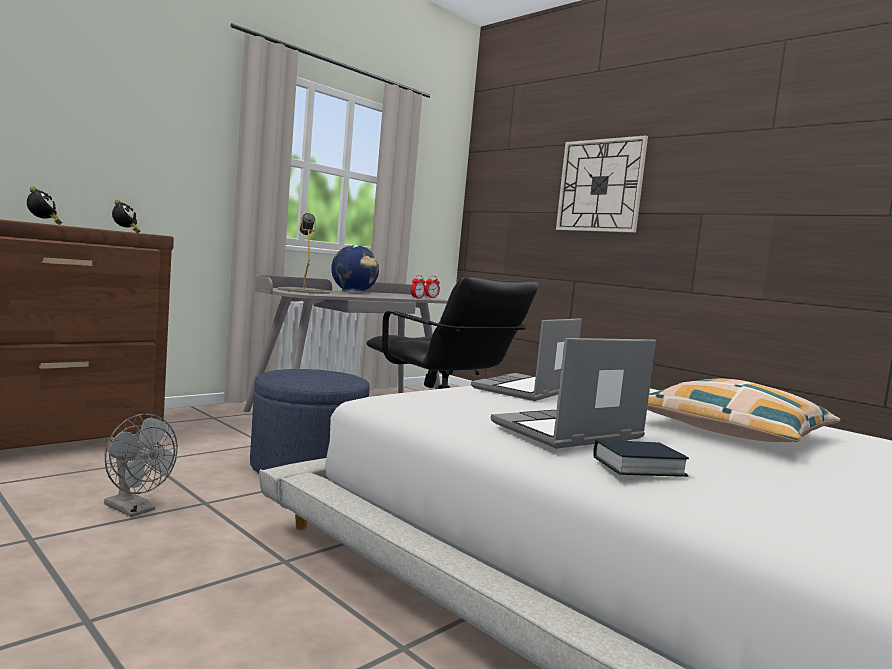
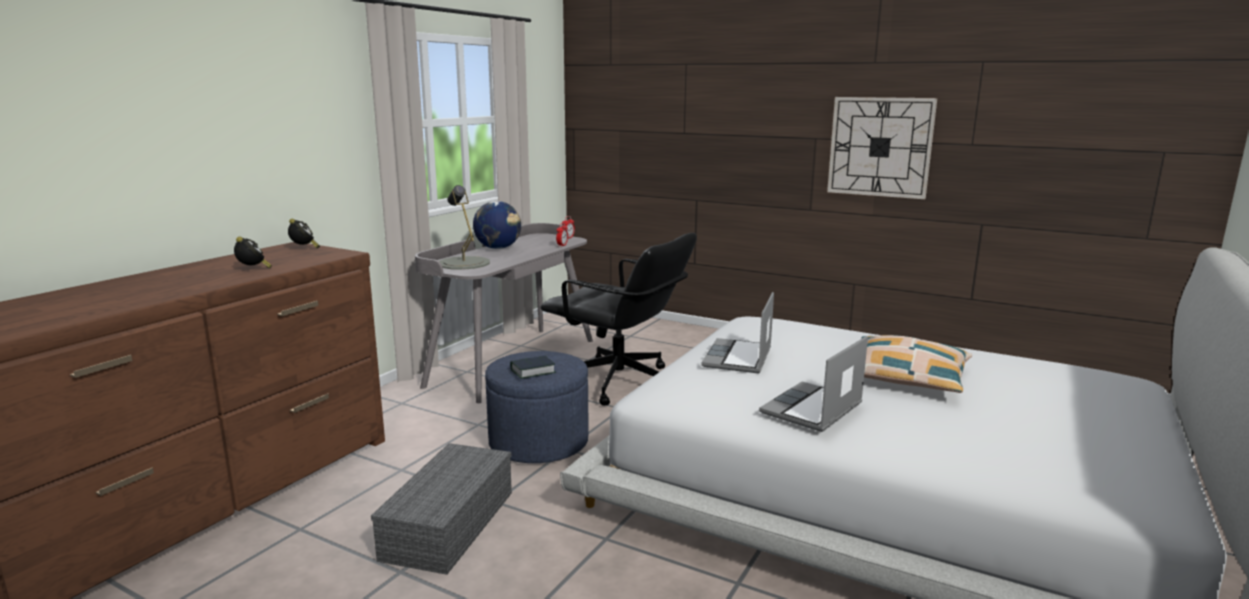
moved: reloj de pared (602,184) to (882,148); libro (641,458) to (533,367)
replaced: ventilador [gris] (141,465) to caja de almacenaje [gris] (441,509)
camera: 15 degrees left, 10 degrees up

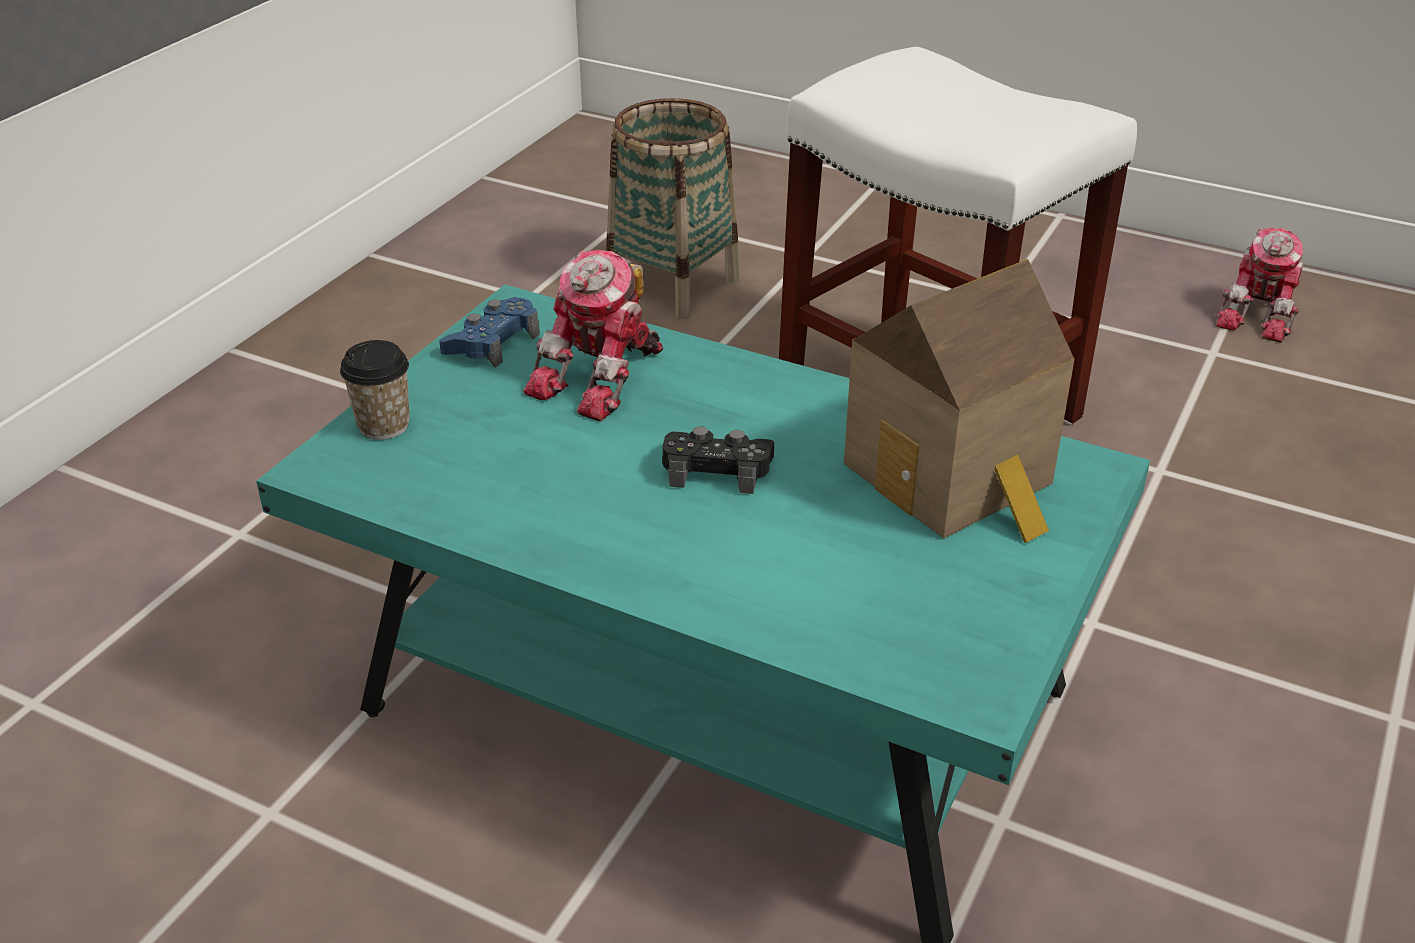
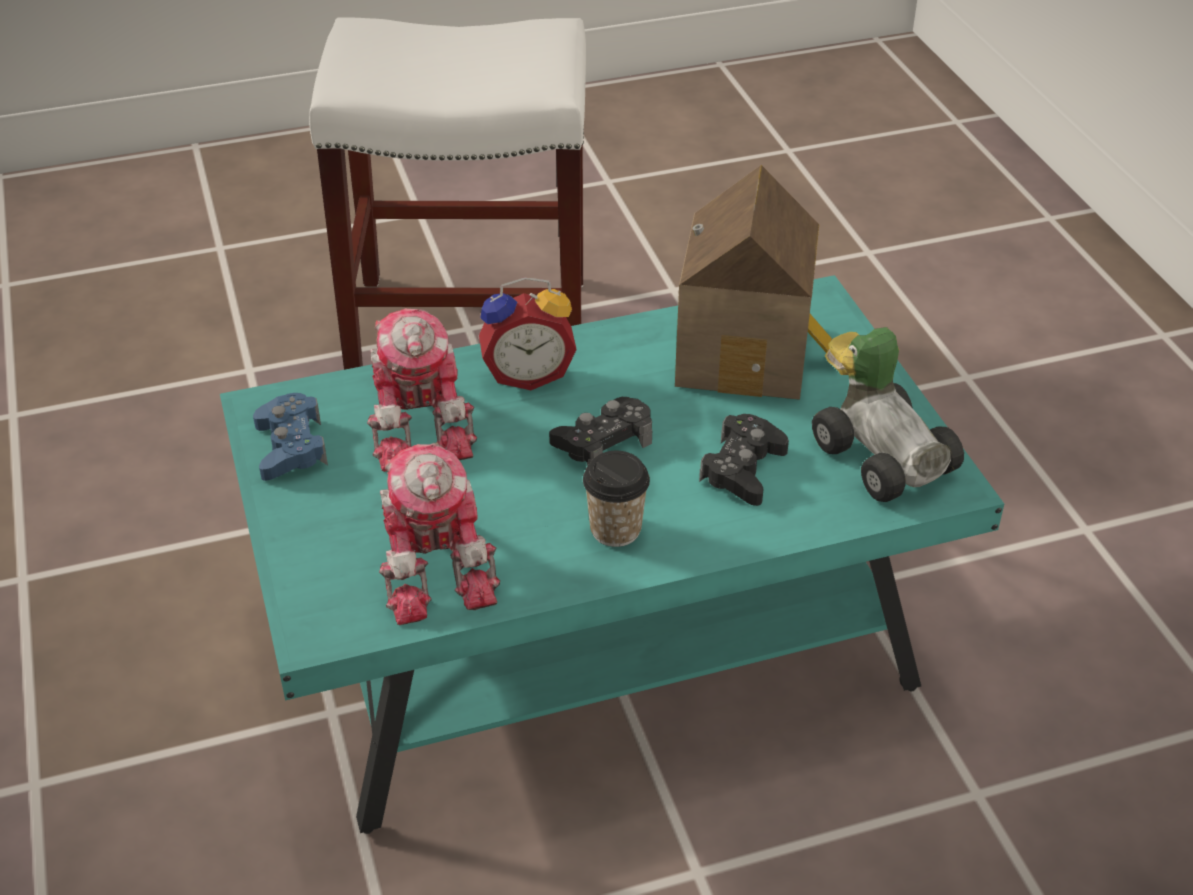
removed: cesta (673,208)
added: despertador (528,333); coche de juguete (888,414); mando de consola [negro] (744,460)
moved: robot de juguete (1259,285) to (439,534); taza (375,390) to (616,499)
camera: 45 degrees left, 5 degrees up

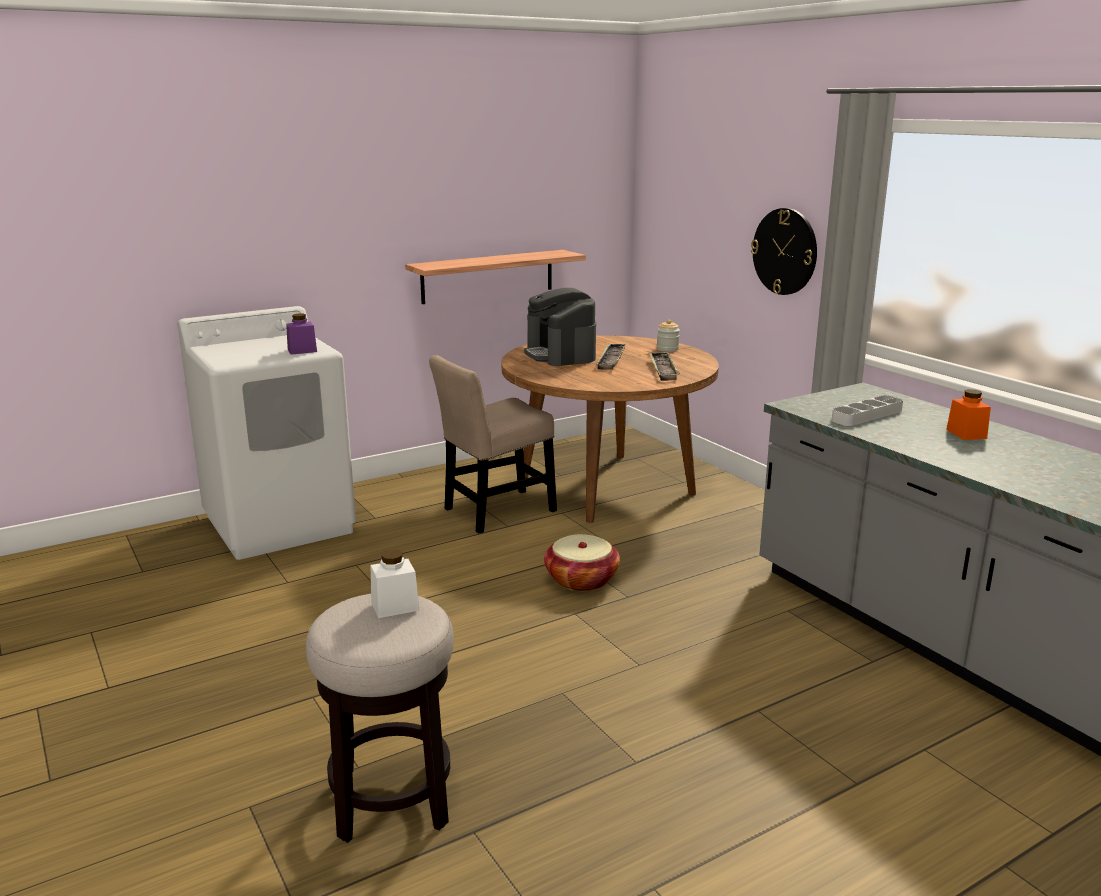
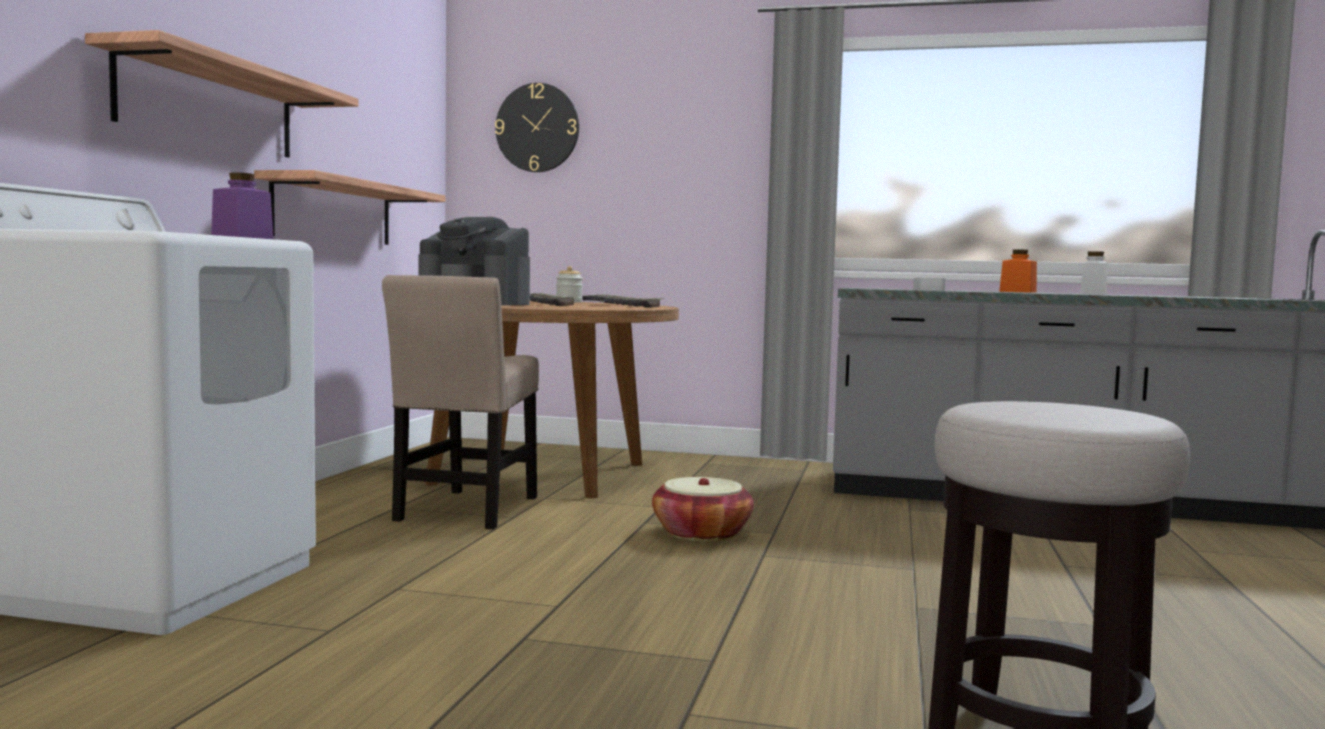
added: estante (221,94)
moved: reloj de pared (784,251) to (537,127); tarro [blanco] (395,584) to (1093,272)
camera: 45 degrees left, 15 degrees down

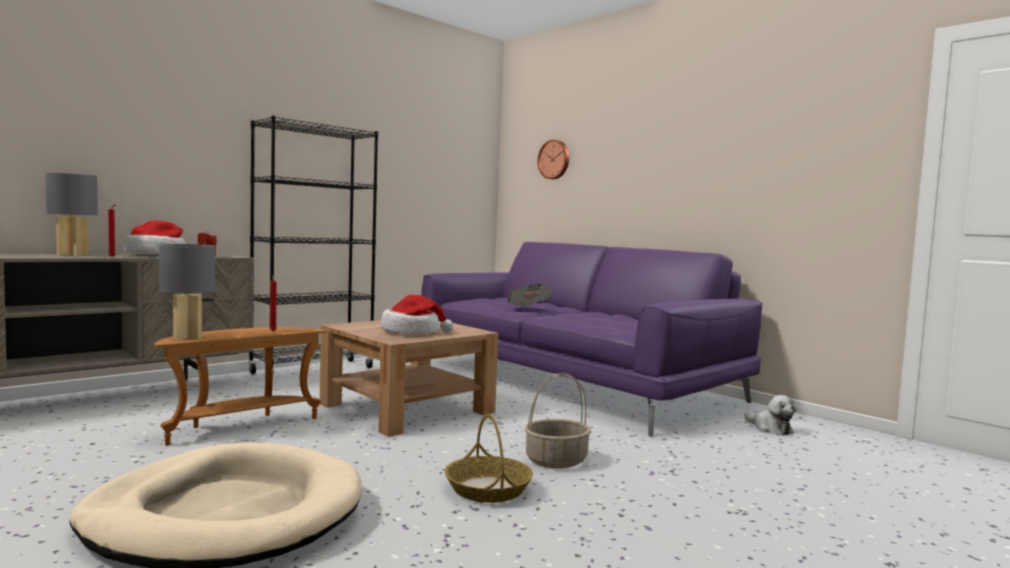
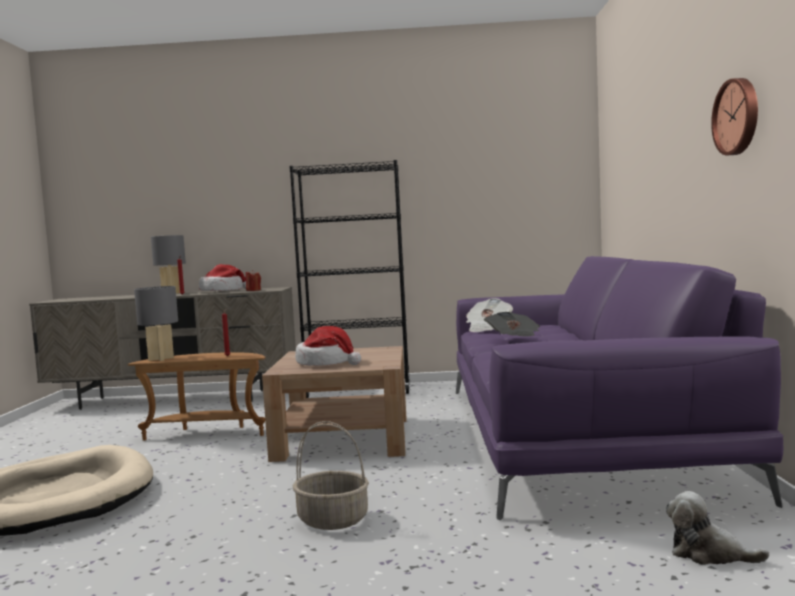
removed: cesta (489,458)
added: periódico (489,315)
moved: reloj de pared (553,159) to (734,116)
turned: peluche (770,415) = (717,528) 105 degrees clockwise
camera: 45 degrees right, 0 degrees up

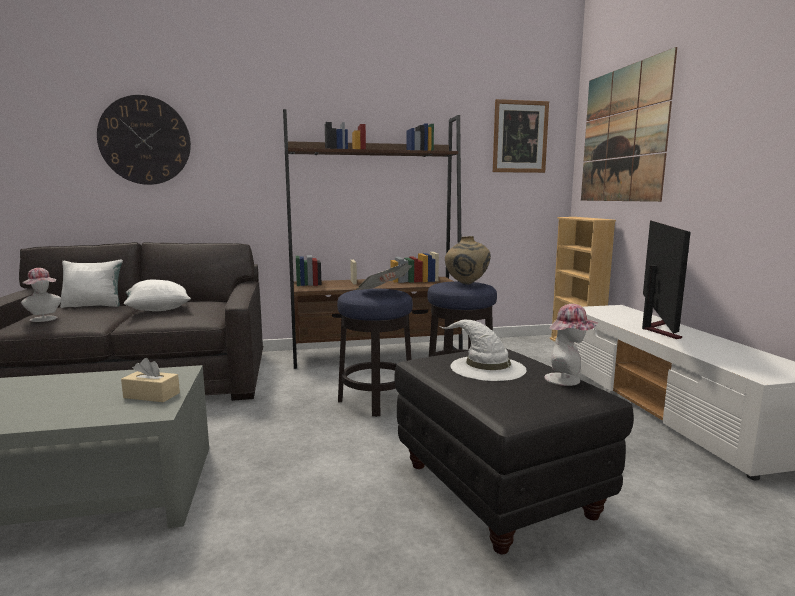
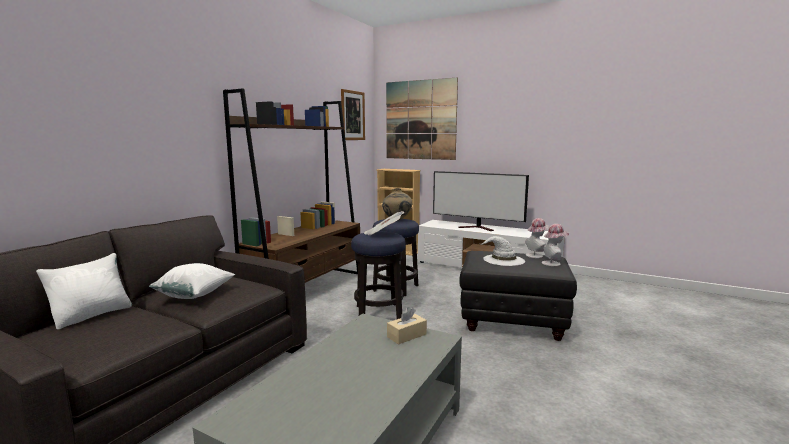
removed: reloj de pared (144,140)
moved: sombrero (41,295) to (555,245)
turned: televisor (666,279) = (481,201) 150 degrees clockwise
camera: 50 degrees left, 0 degrees up

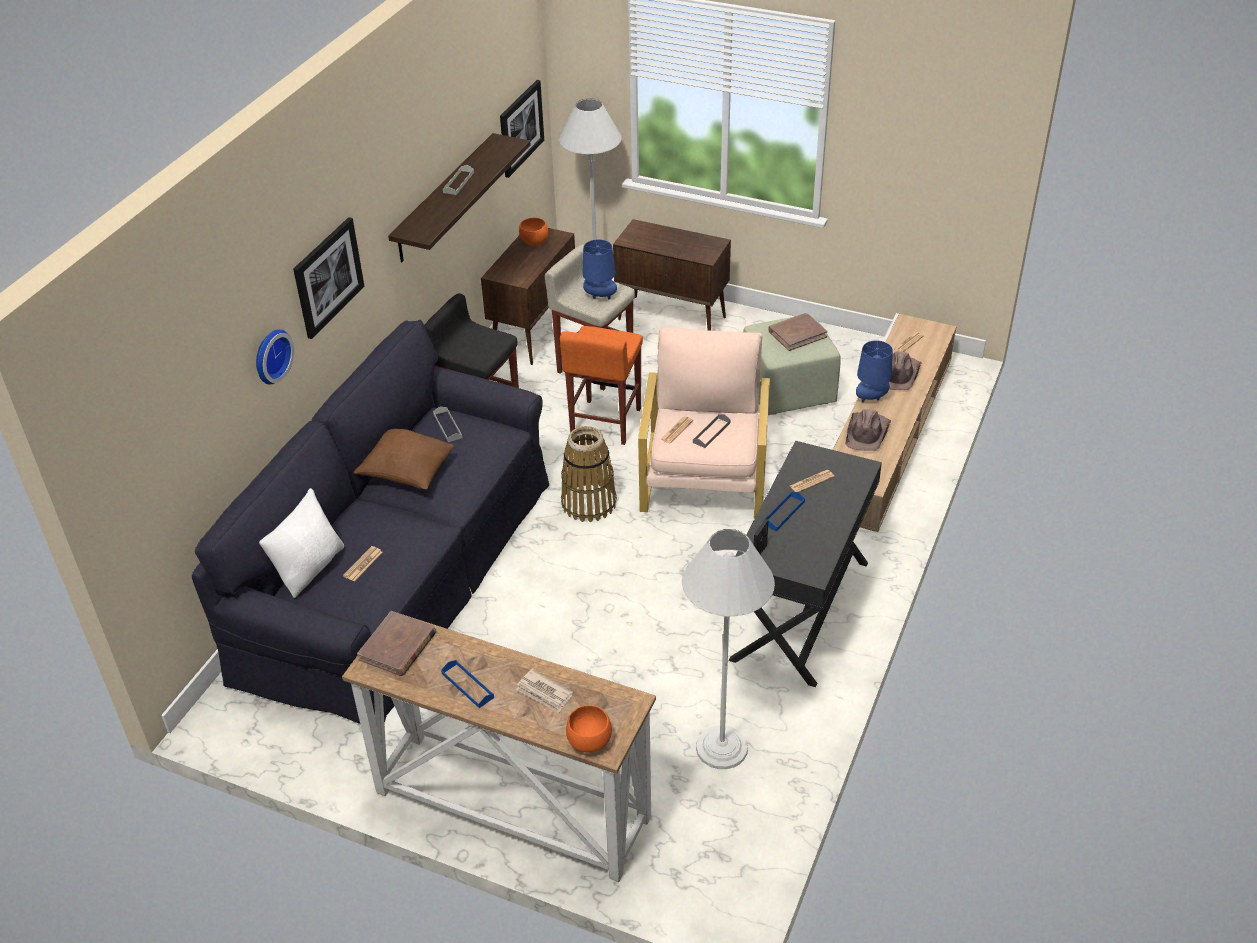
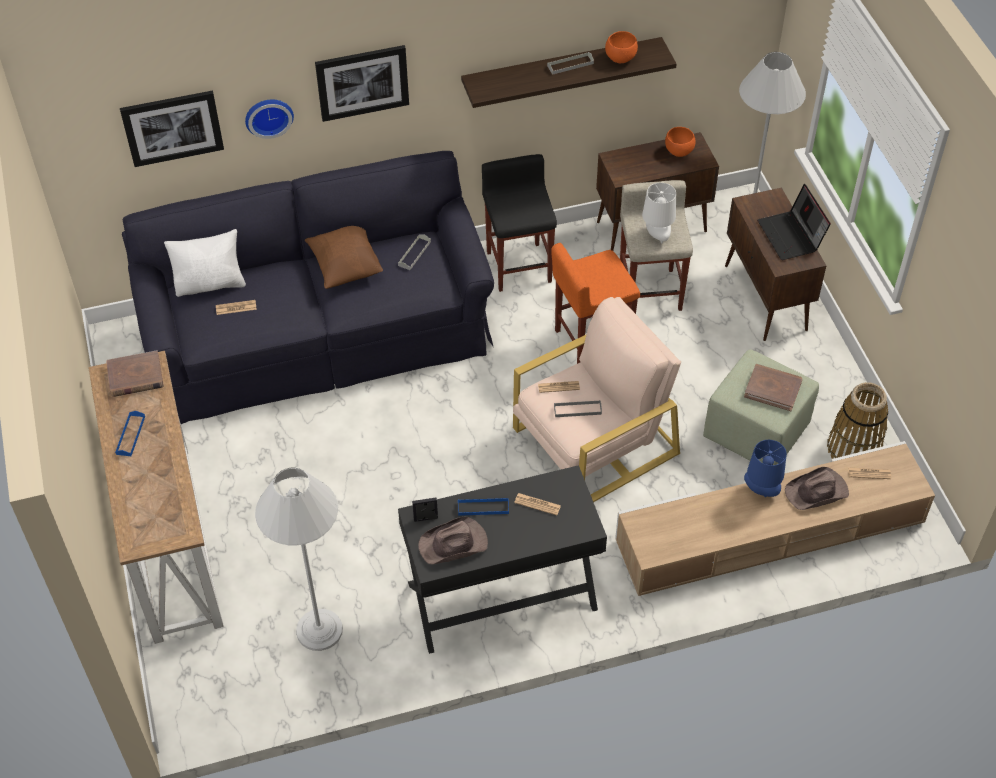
removed: periódico (544,691)
added: portátil (794,222)
moved: cuadro (522,129) to (172,129); sombrero [marrón] (868,430) to (453,541); cesta (589,474) to (857,420); cuenco [naranja] (589,729) to (621,47)
recoloured: lámpara de mesa [azul] (599,269) to lámpara de mesa [blanco] (659,213)
camera: 50 degrees right, 10 degrees up

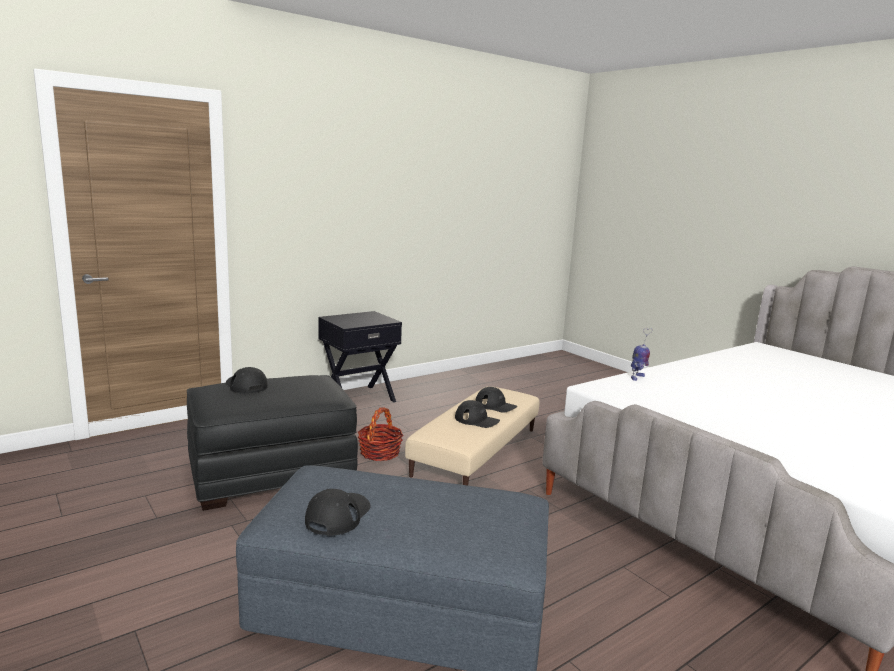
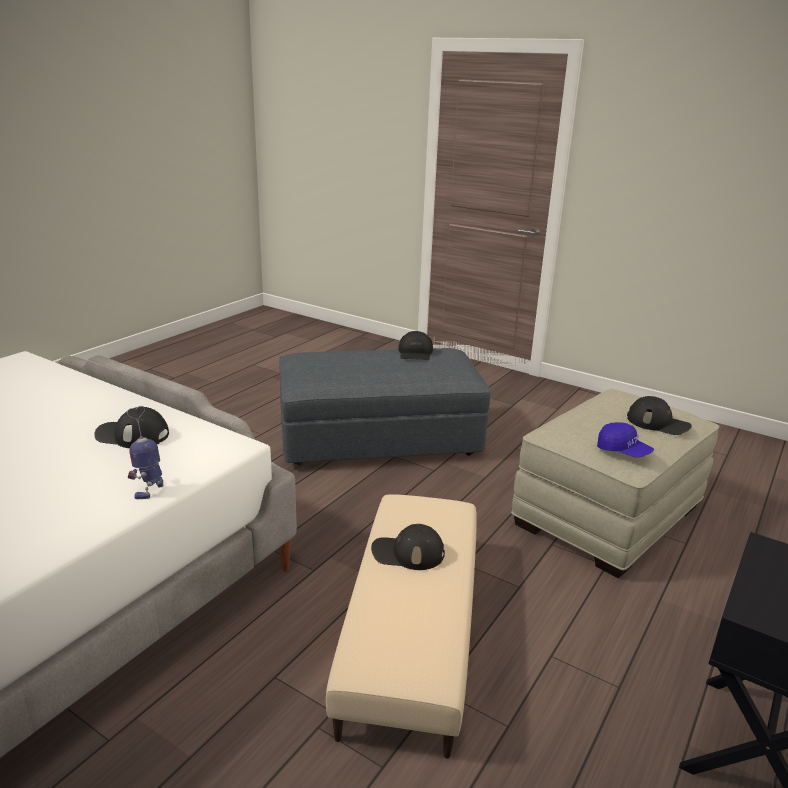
removed: cesta (381,434)
added: gorra [azul] (625,440)
moved: gorra [negro] (496,400) to (131,427)
recoloured: puf [negro] (272,443) to puf [beis] (615,483)
camera: 160 degrees right, 10 degrees up

